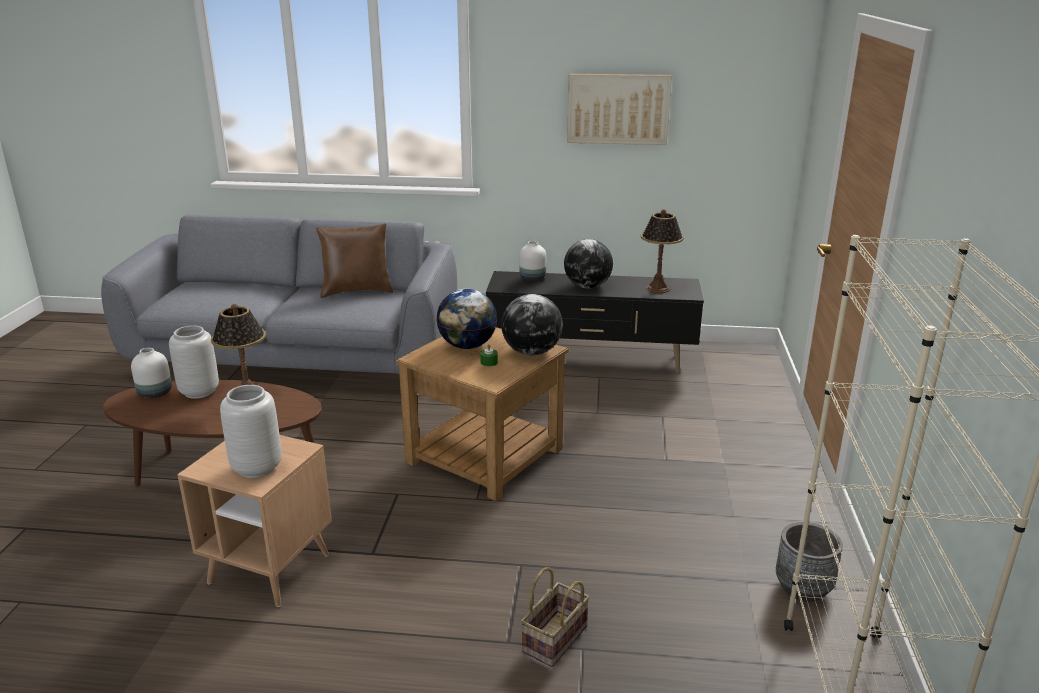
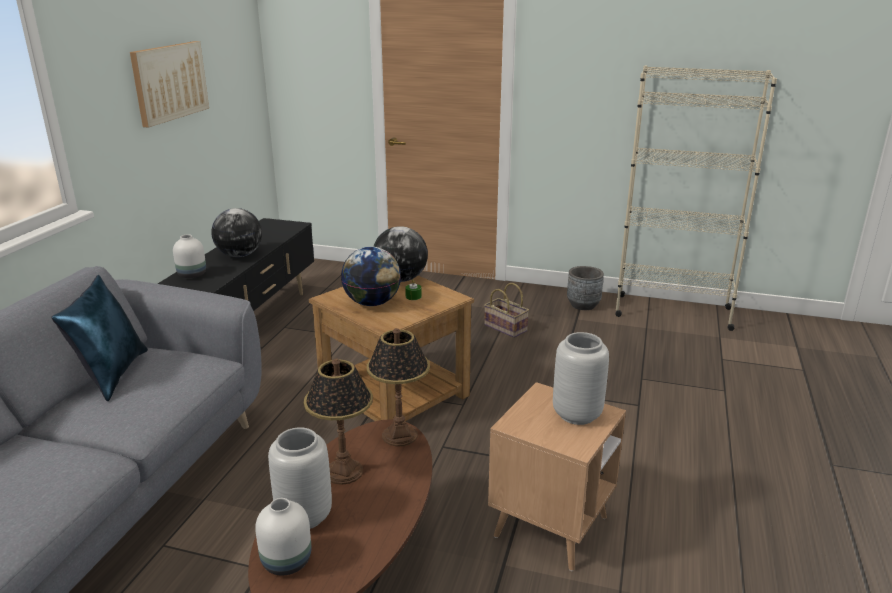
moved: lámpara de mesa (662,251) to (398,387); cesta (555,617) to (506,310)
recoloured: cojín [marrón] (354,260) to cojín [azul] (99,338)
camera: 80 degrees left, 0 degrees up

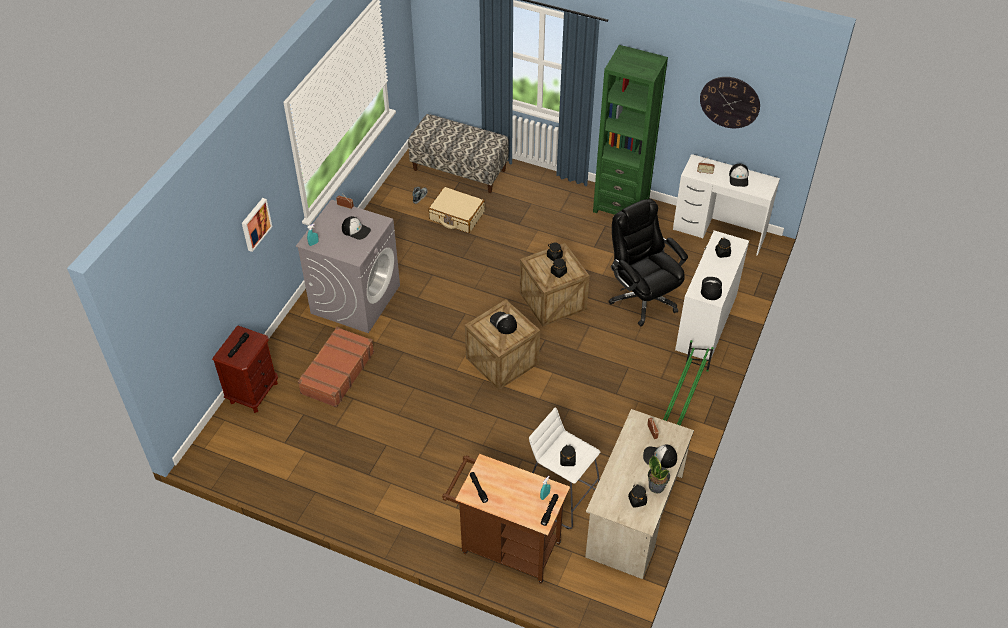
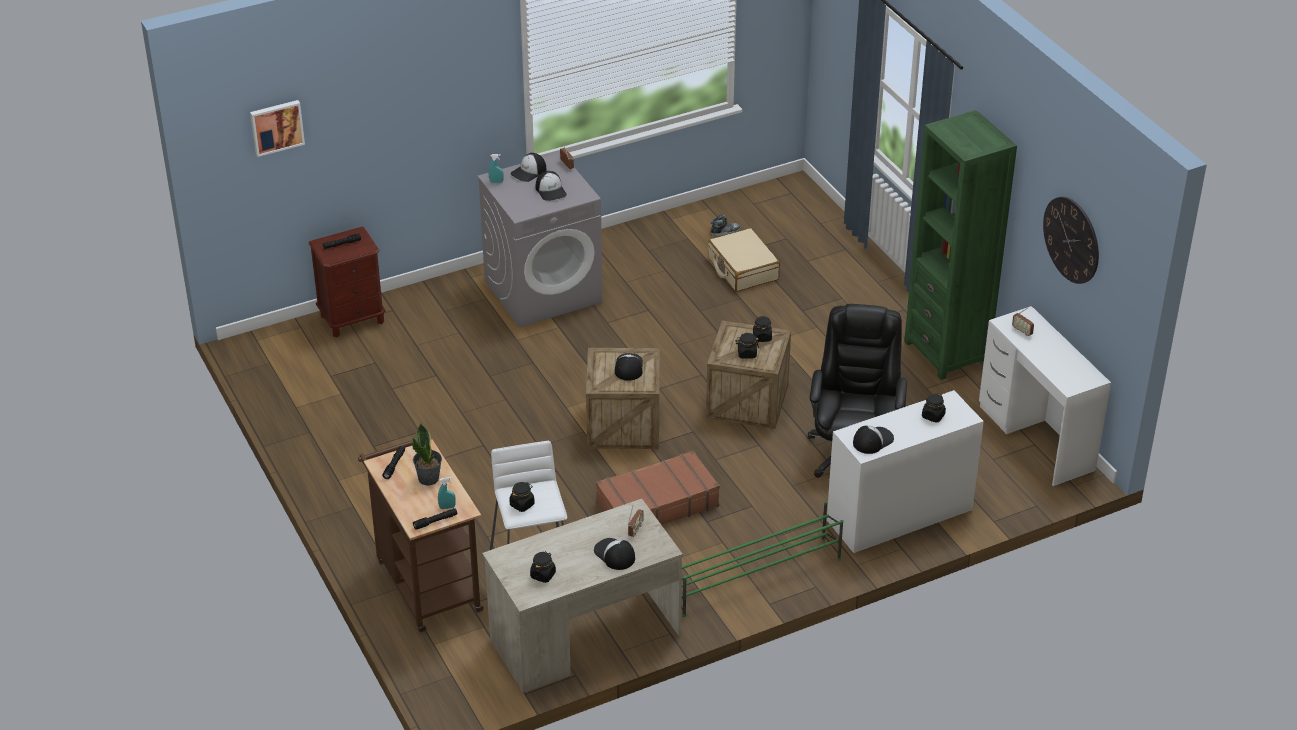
removed: banco (458,153)
moved: gorra (739,175) to (528,167); cuadro (257,225) to (277,128); maleta [marrón] (336,367) to (658,487); planta en maceta (659,474) to (427,454)
camera: 40 degrees right, 10 degrees down

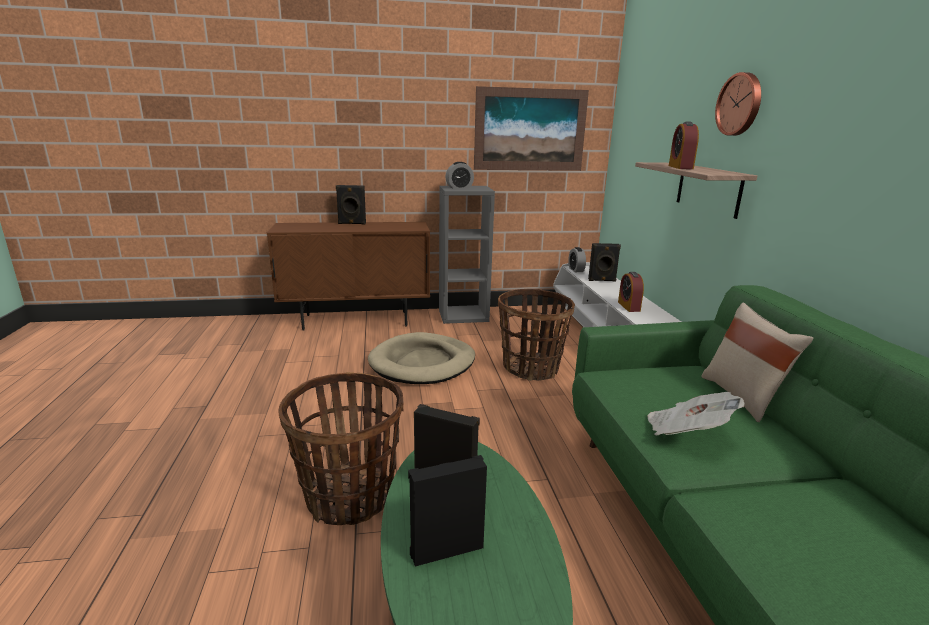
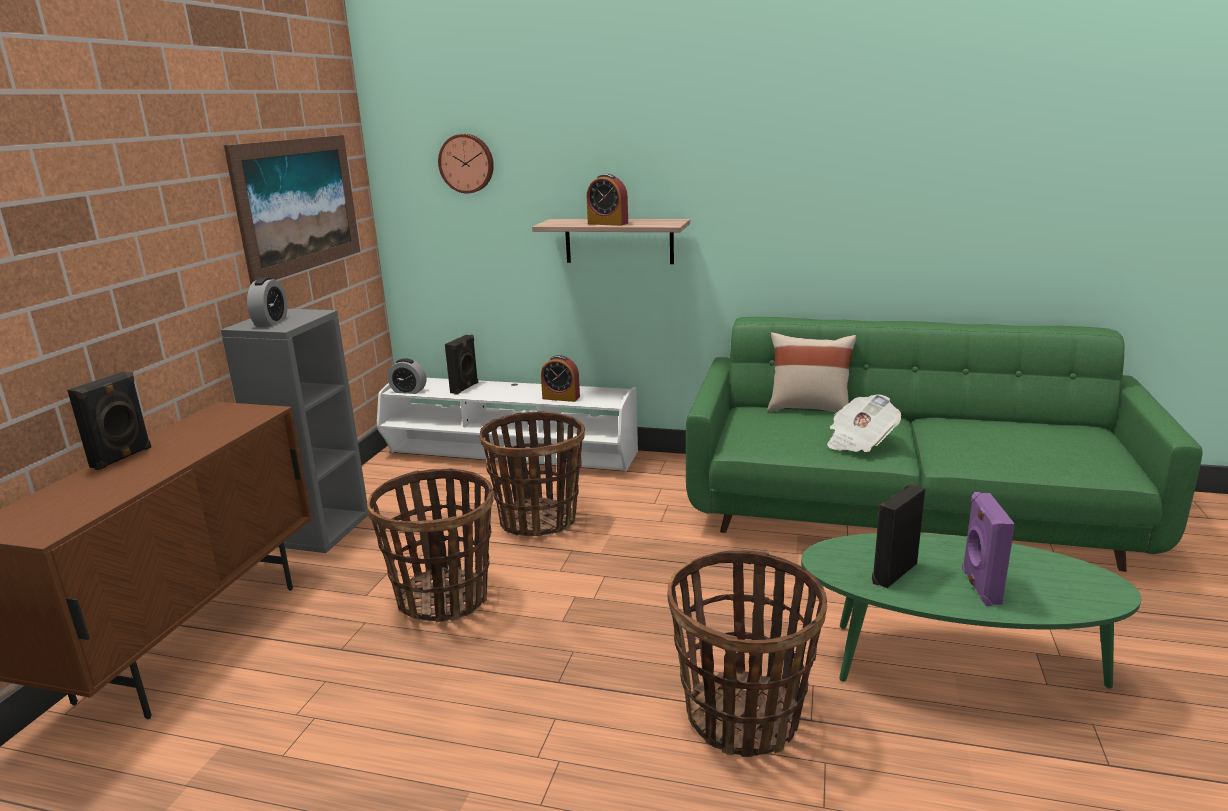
moved: reloj de pared (738,104) to (466,164)
replaced: cama para perro [beis] (421,358) to cesta (430,545)
recoloured: altavoz [negro] (447,510) to altavoz [morado] (988,549)
camera: 65 degrees left, 0 degrees up

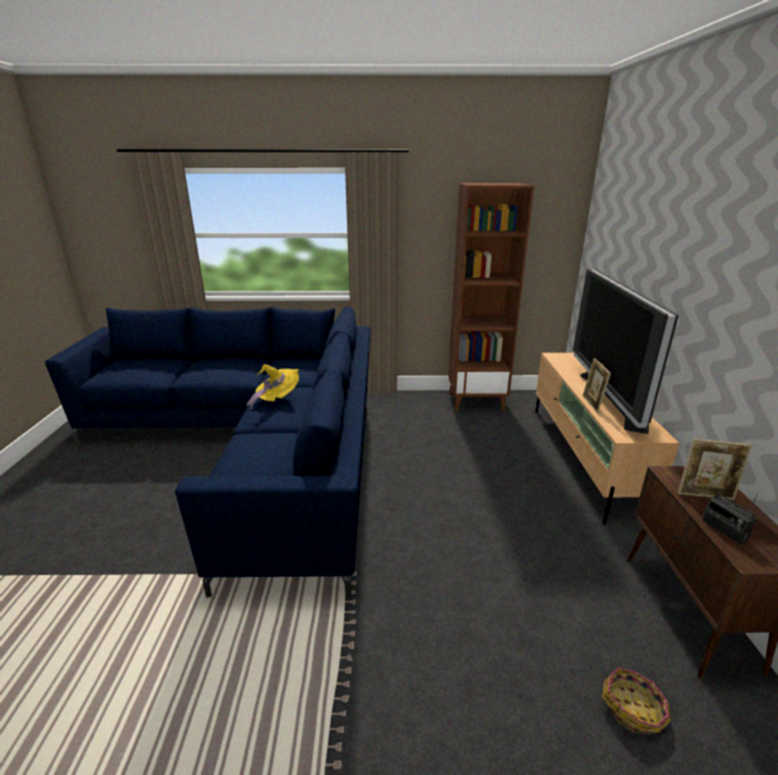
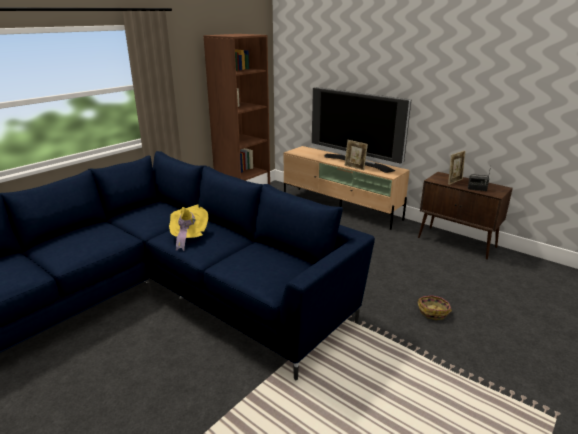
moved: cesta (636,700) to (434,307)
camera: 50 degrees left, 0 degrees up

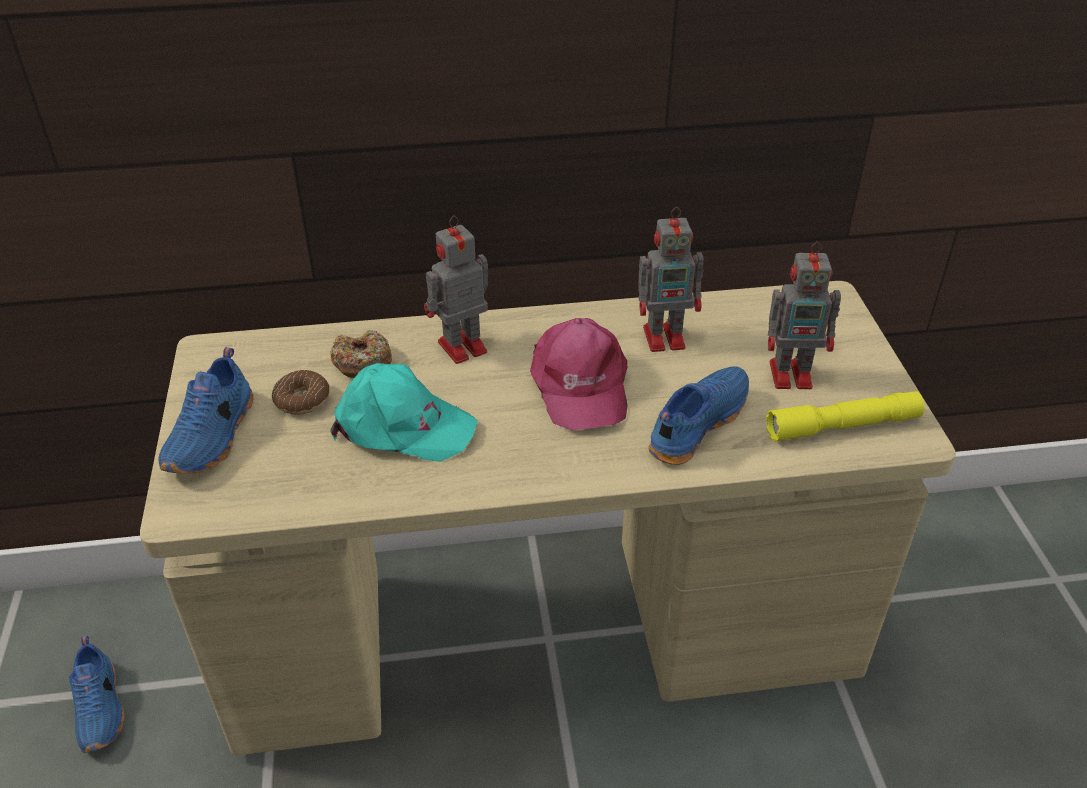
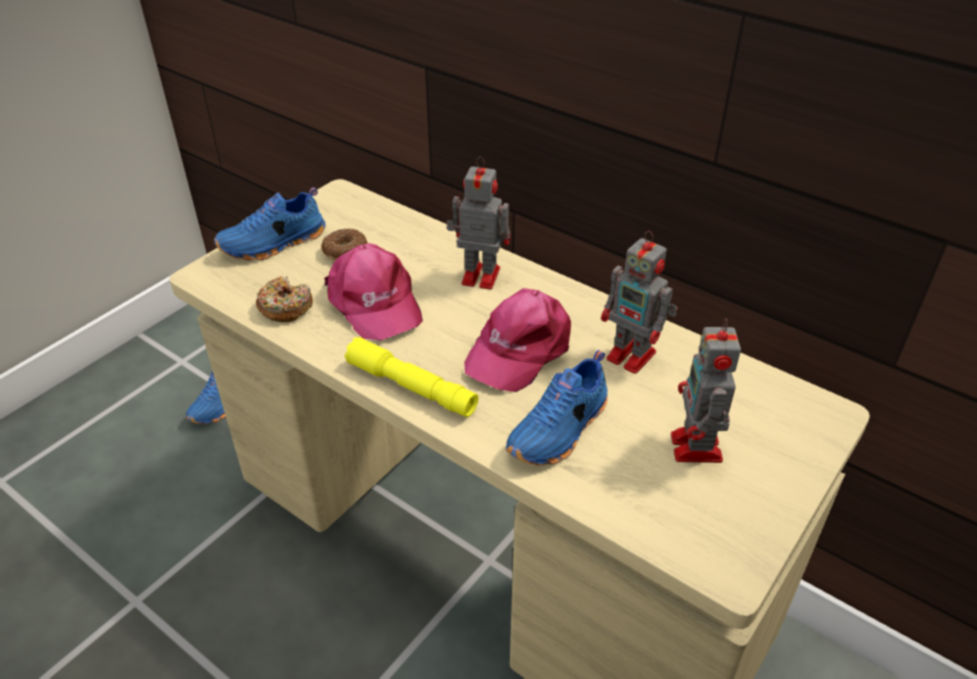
moved: rosquilla (361,354) to (284,299); linterna [amarillo] (845,416) to (412,377)
recoloured: gorra [turquesa] (404,412) to gorra [rosa] (373,291)
turned: robot de juguete (804,315) = (706,391) 45 degrees clockwise; zapato [azul] (699,415) = (557,407) 135 degrees clockwise
camera: 45 degrees right, 0 degrees up

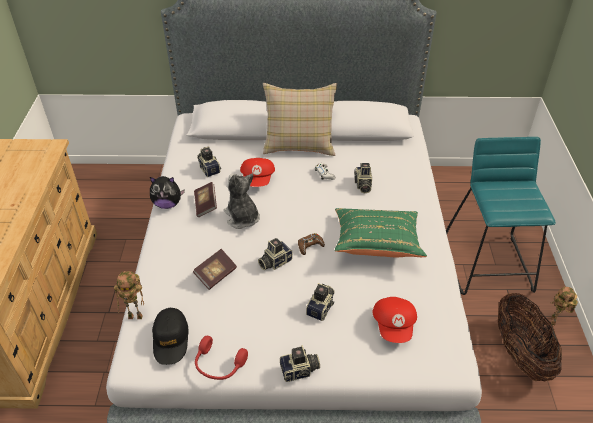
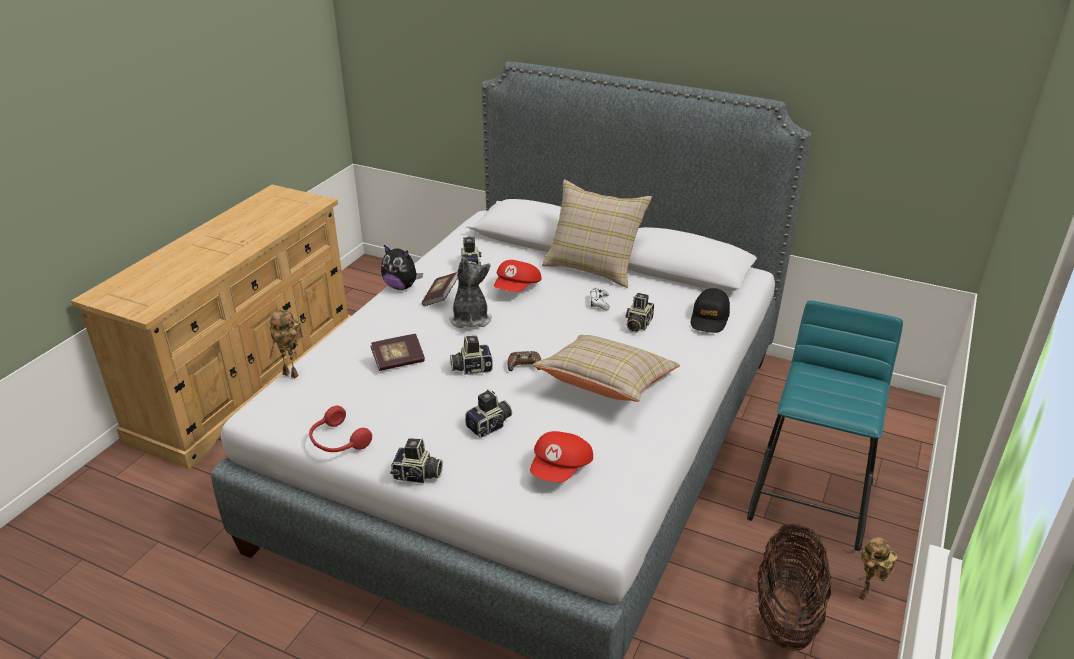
moved: gorra [negro] (170,336) to (710,310)
recoloured: cojín [verde] (381,232) to cojín [beis] (606,368)
camera: 25 degrees right, 10 degrees down

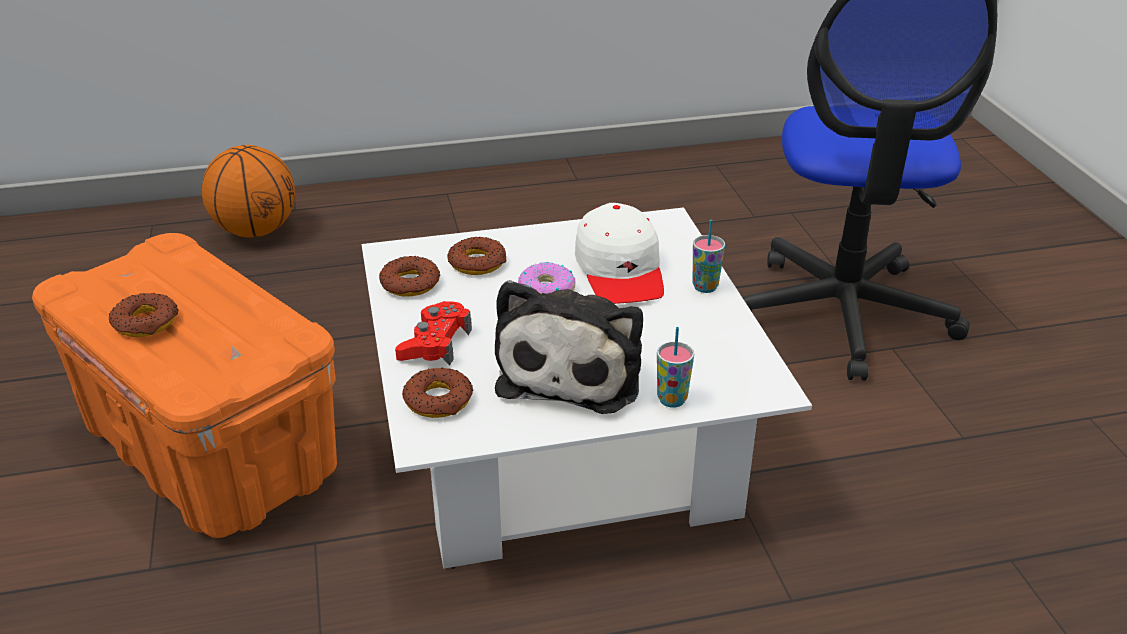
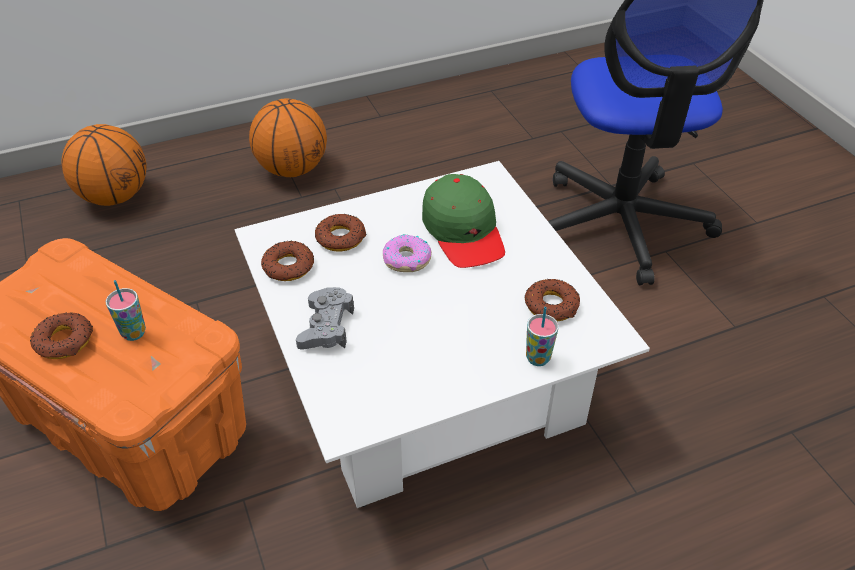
removed: peluche (569,347)
added: balón de baloncesto (288,137)
moved: taza (709,256) to (126,310); rosquilla (437,392) to (552,300)
recoloured: gorra [blanco] (619,253) to gorra [verde] (463,221); mando de consola [rojo] (433,333) to mando de consola [gris] (325,318)
camera: 10 degrees left, 10 degrees up

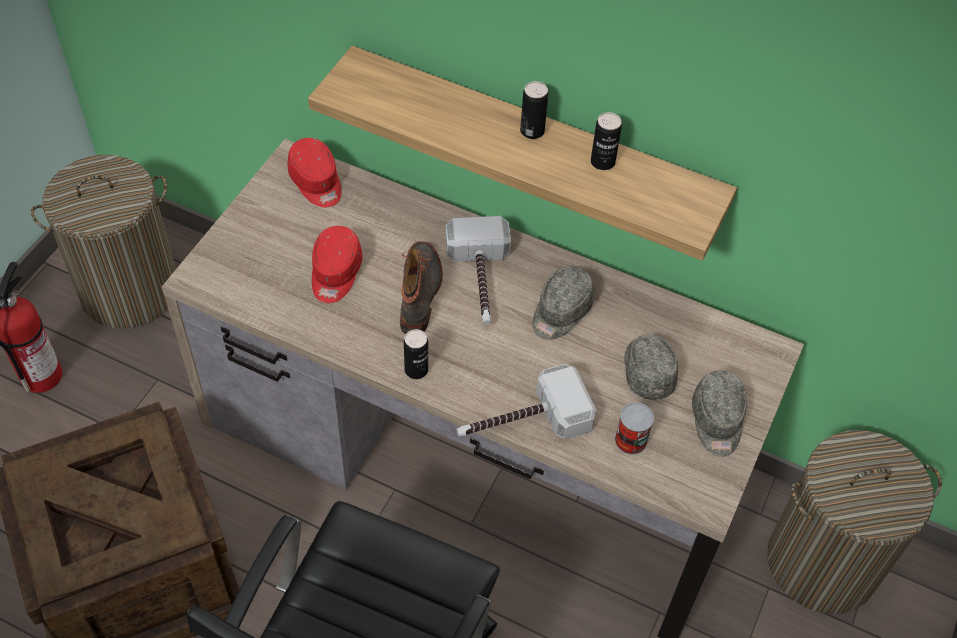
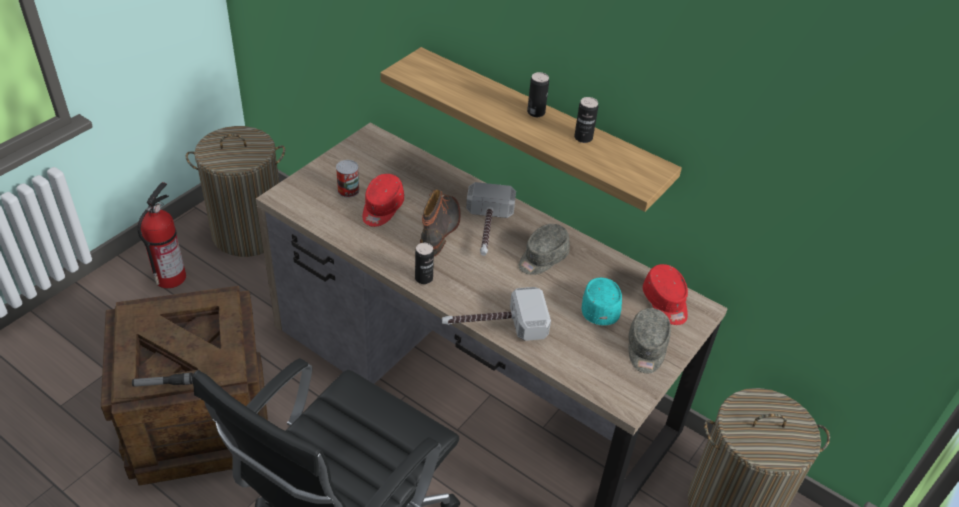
added: linterna (162,380)
moved: gorra [rojo] (314,172) to (665,294); lata (634,429) to (348,178)
recoloured: gorra [gris] (651,367) to gorra [turquesa] (602,301)
camera: 10 degrees right, 10 degrees down

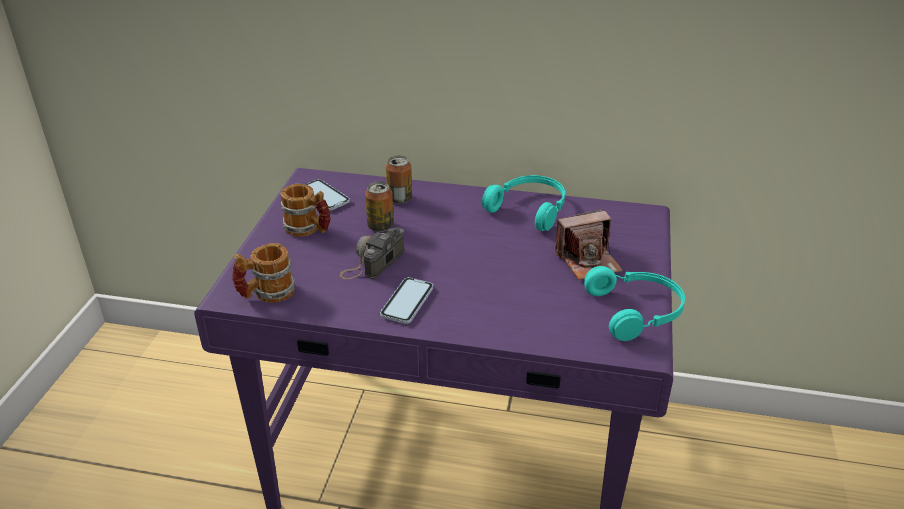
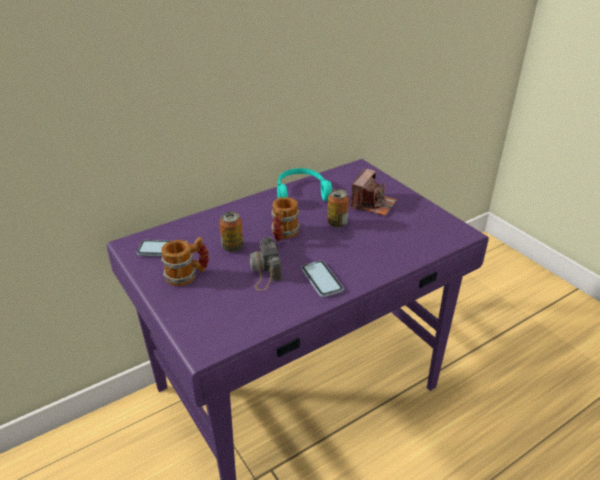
removed: auriculares [turquesa] (634,303)
moved: lata (399,179) to (338,208); taza grande (263,273) to (285,219)
camera: 45 degrees left, 0 degrees up

